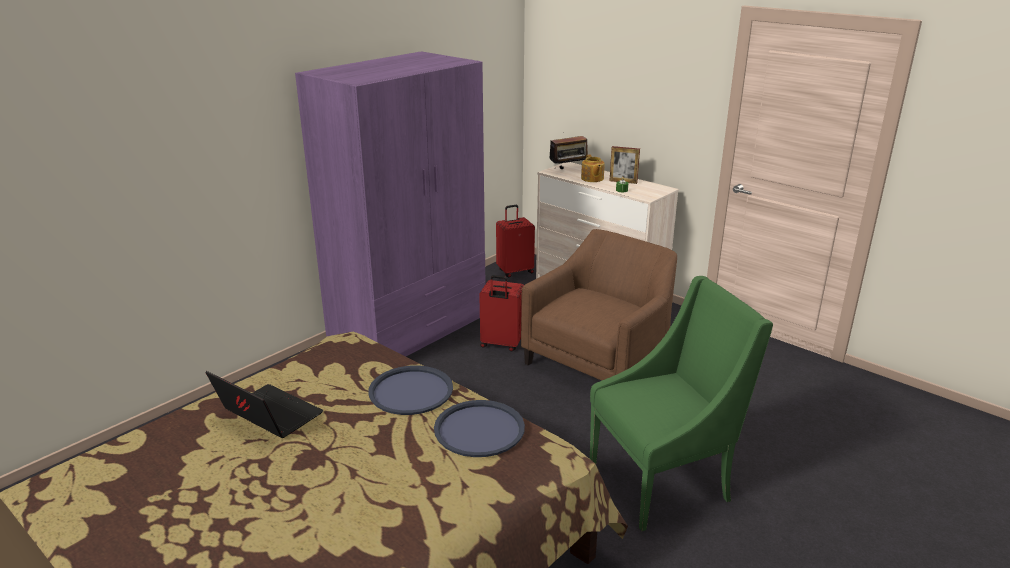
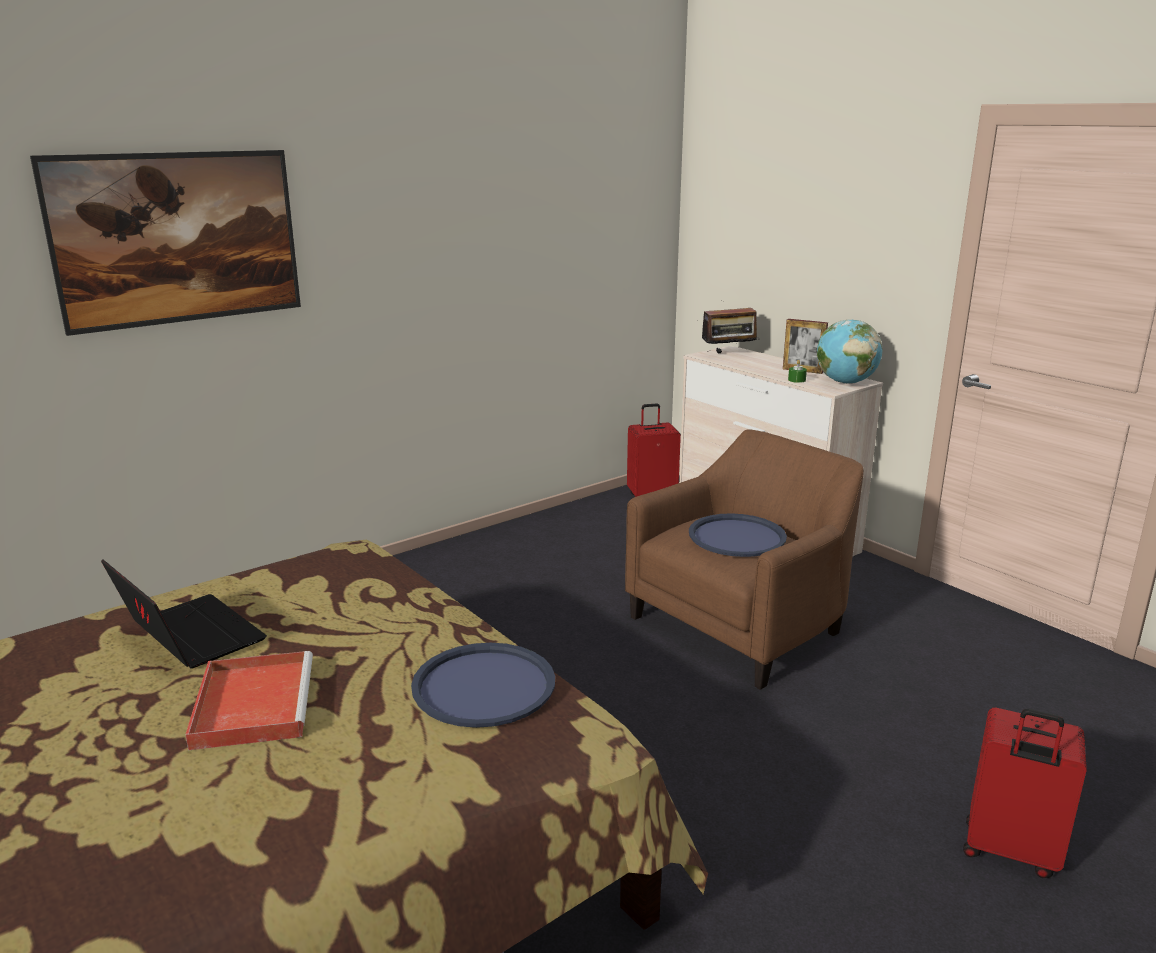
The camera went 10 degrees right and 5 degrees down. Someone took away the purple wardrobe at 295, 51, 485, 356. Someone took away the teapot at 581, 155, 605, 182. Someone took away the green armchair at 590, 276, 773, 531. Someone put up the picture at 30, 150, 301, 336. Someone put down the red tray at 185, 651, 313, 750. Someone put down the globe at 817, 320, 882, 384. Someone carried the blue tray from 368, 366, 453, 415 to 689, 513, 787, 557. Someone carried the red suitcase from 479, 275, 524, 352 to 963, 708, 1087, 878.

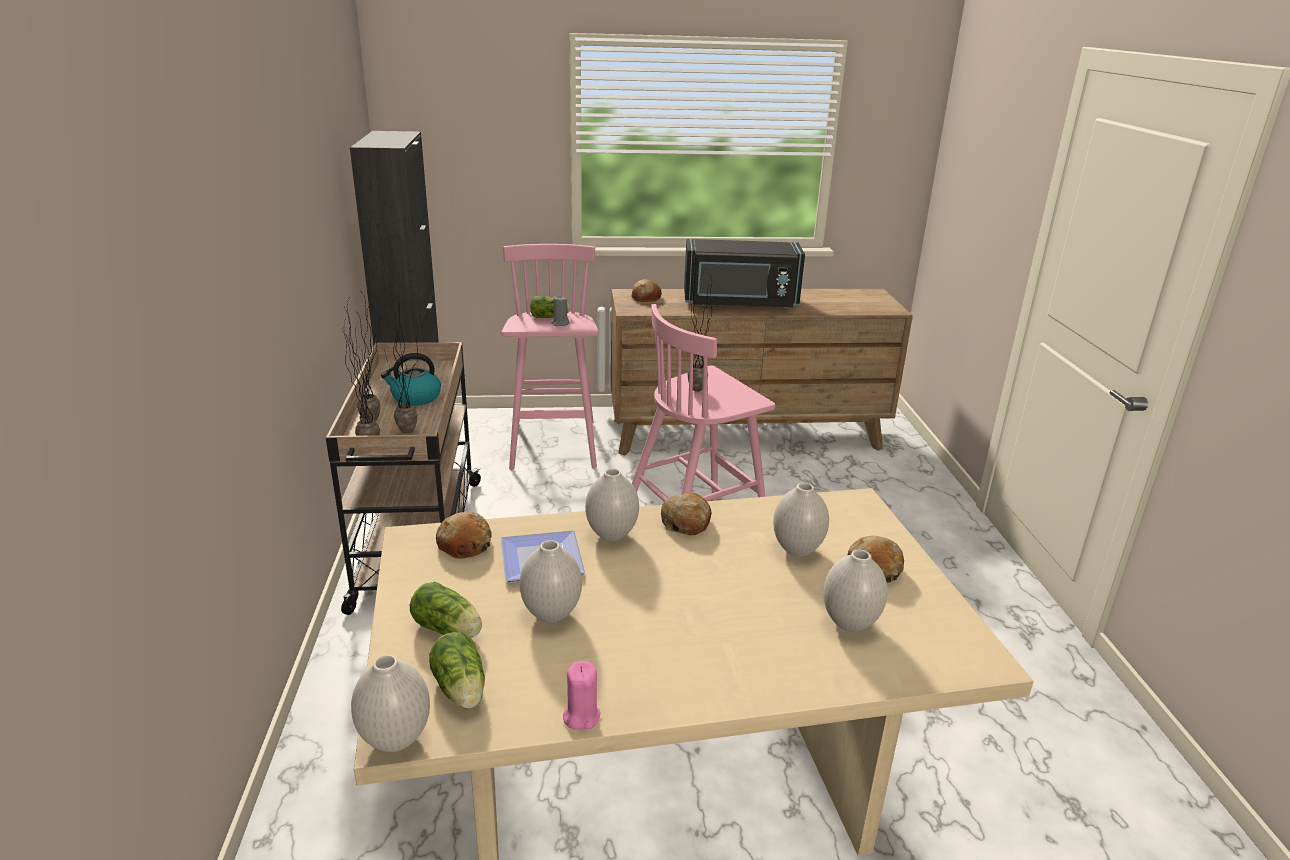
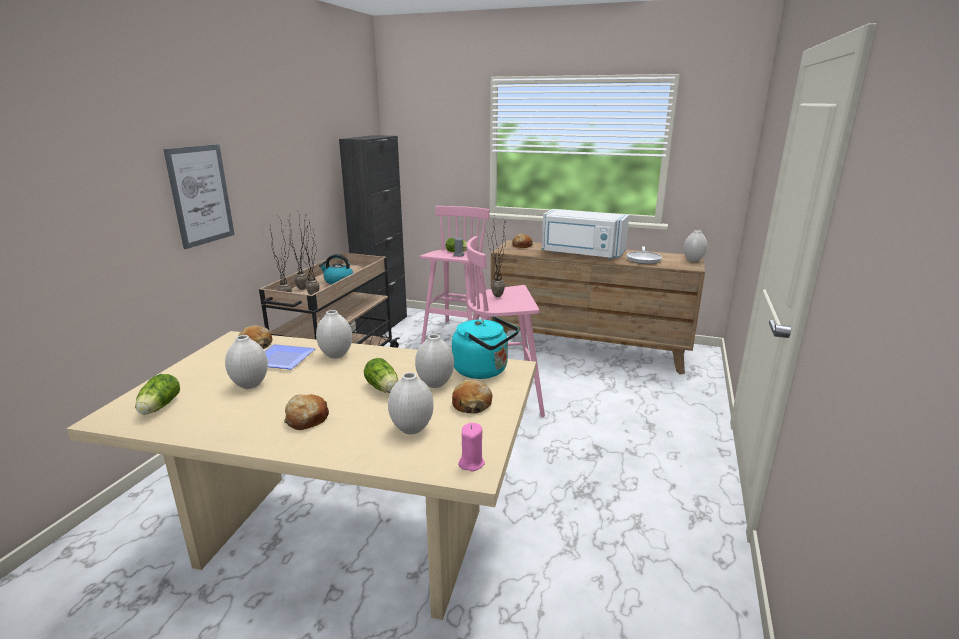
The camera went 25 degrees right and 5 degrees down. Someone put up the picture at 163, 144, 235, 249. Someone put down the turquoise kettle at 452, 316, 519, 379. Someone put down the frying pan at 627, 246, 662, 264. Someone carried the white vase from 351, 655, 430, 752 to 684, 230, 708, 262. Someone carried the lettuce from 410, 582, 482, 637 to 364, 358, 398, 393. Someone carried the pink candle from 563, 661, 601, 730 to 458, 423, 485, 471. Someone carried the bread from 661, 492, 711, 535 to 284, 394, 329, 430. Someone repainted the black microwave at 684, 239, 805, 308, which became the white microwave at 542, 209, 629, 259.

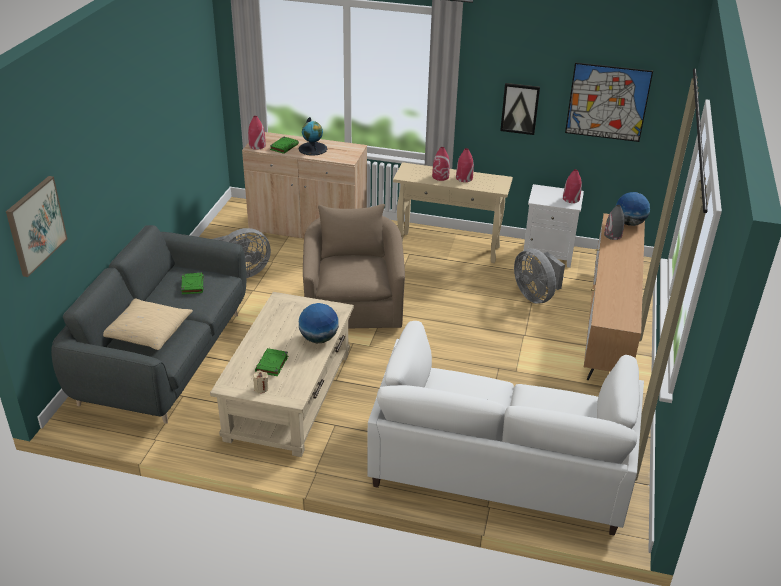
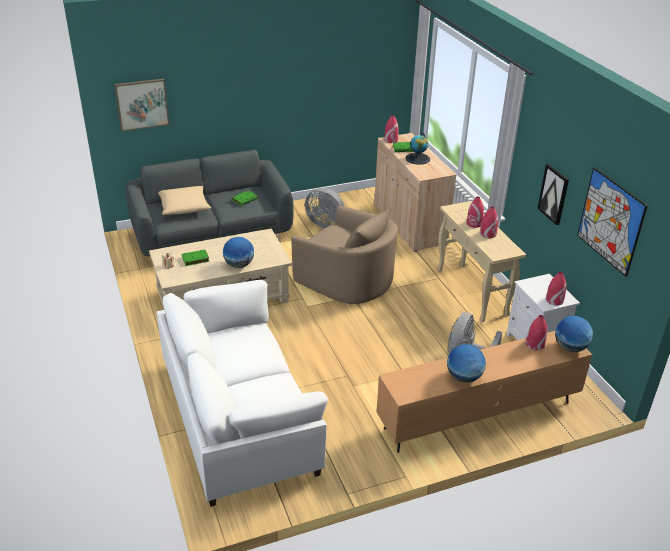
The camera went 55 degrees right and 0 degrees up. Someone put down the globe at 447, 344, 486, 383. Someone repainted the grey vase at 604, 205, 625, 240, which became the red vase at 526, 315, 547, 350. Someone rotated the beige armchair at 303, 204, 405, 328 by 75 degrees clockwise.

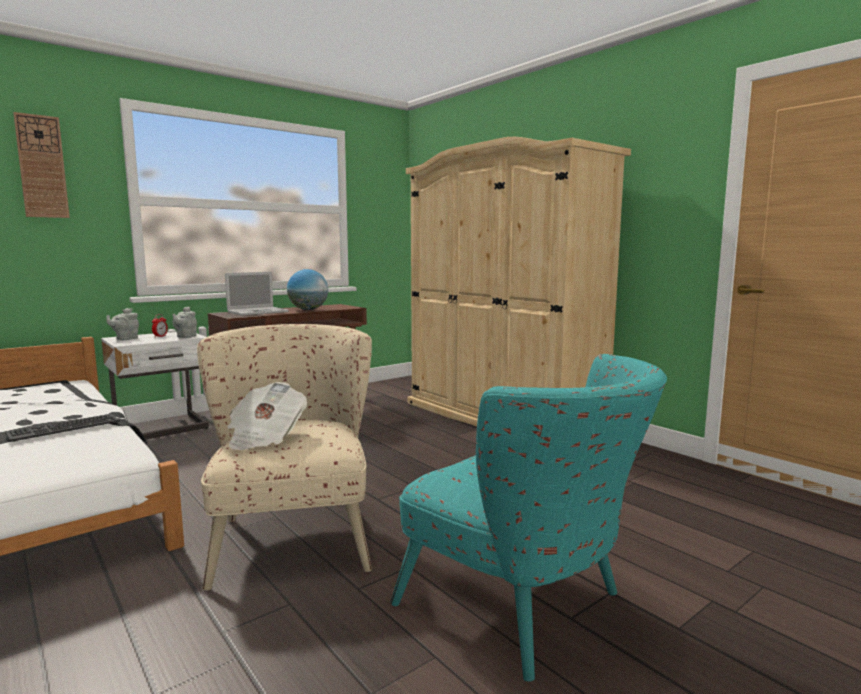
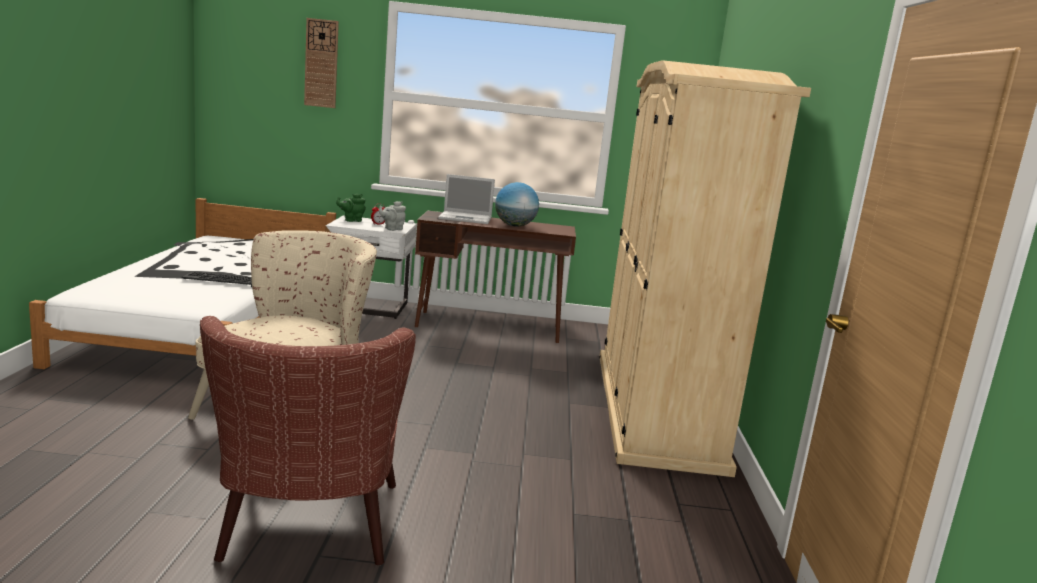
The camera went 40 degrees right and 5 degrees up. Someone took away the newspaper at 227, 382, 307, 450. Someone repainted the grey teapot at 106, 308, 139, 340, which became the green teapot at 336, 194, 366, 222. Someone repainted the turquoise armchair at 390, 354, 667, 682, which became the brown armchair at 200, 316, 416, 565.

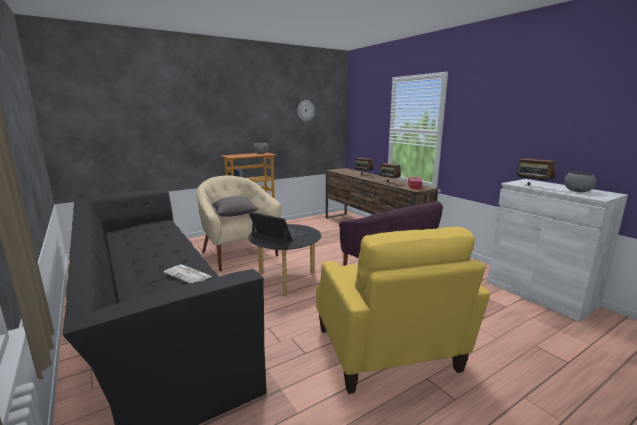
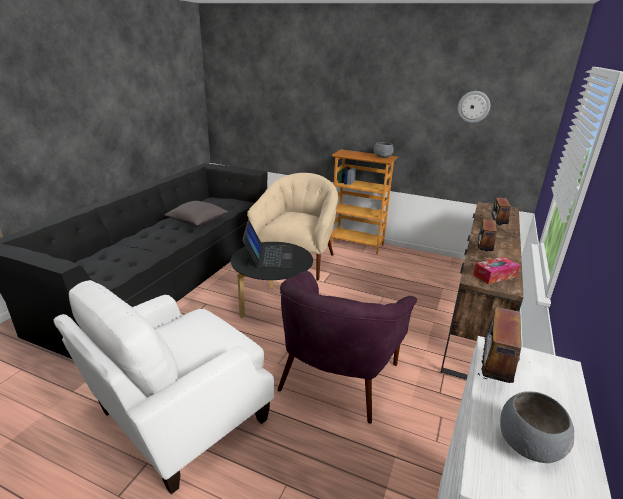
The camera went 55 degrees right and 10 degrees up. Someone took away the newspaper at 164, 265, 213, 283. Someone carried the grey pillow from 212, 196, 259, 217 to 165, 201, 228, 226. Someone repainted the yellow armchair at 316, 227, 490, 394, which became the white armchair at 53, 280, 274, 494.

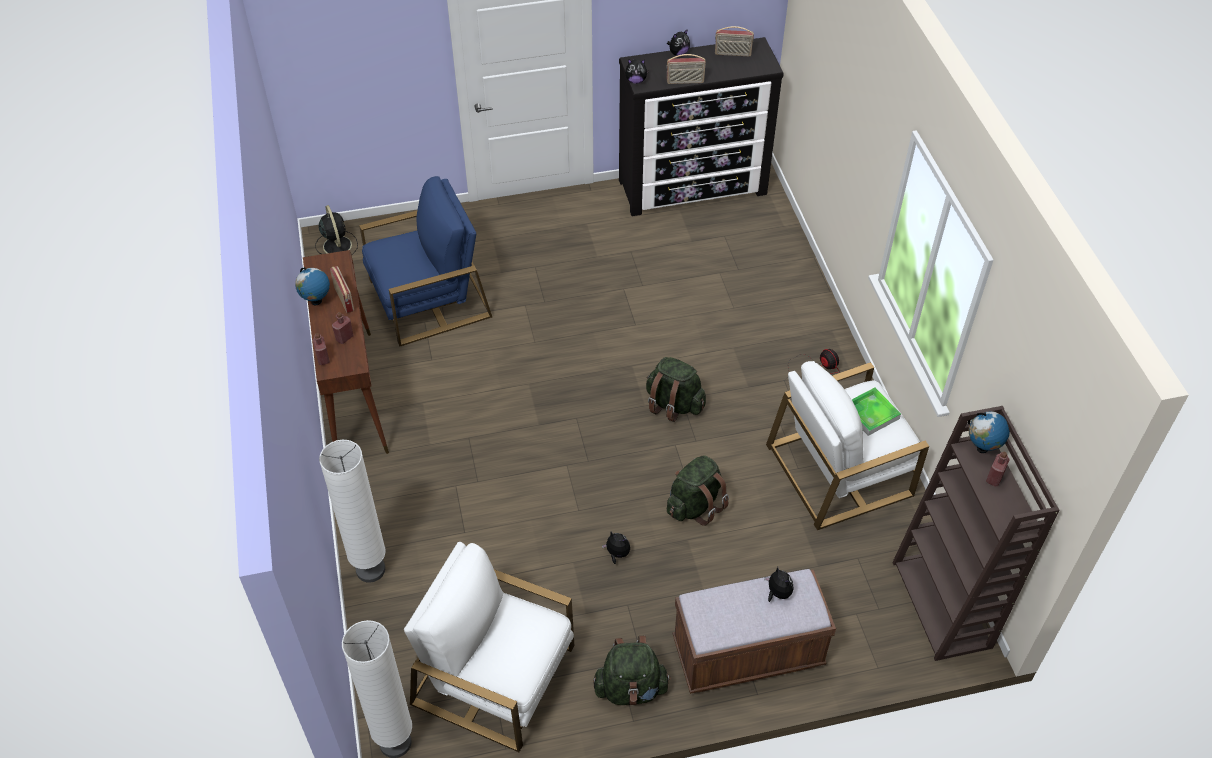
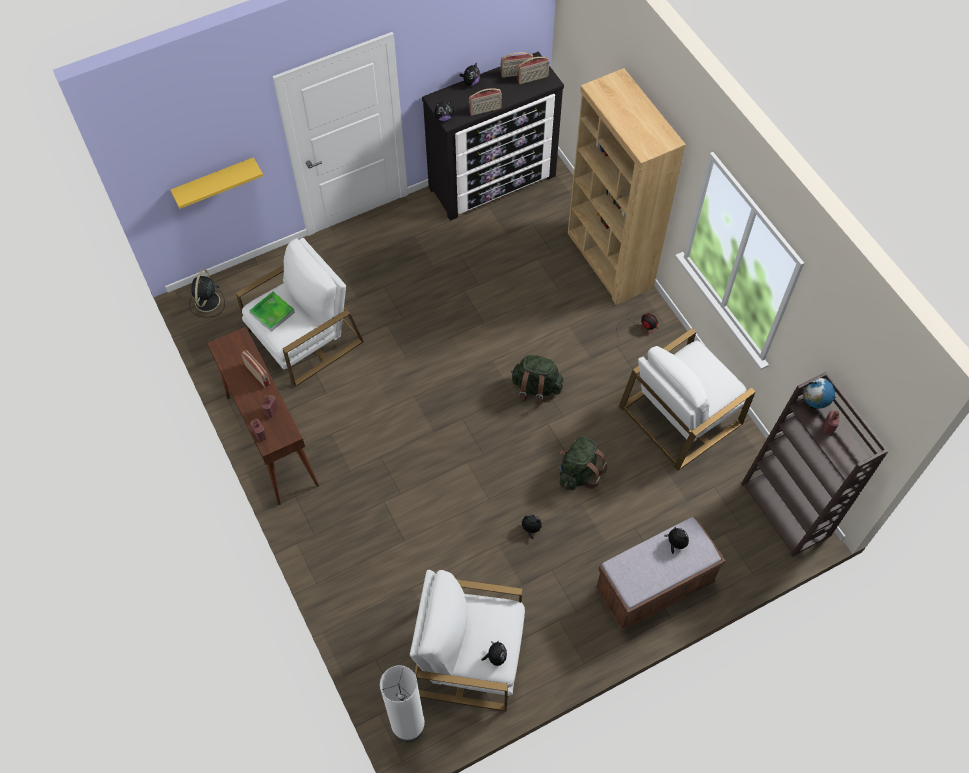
The camera went 15 degrees left and 10 degrees up. Someone took away the globe at 295, 267, 330, 305. Someone took away the white floor lamp at 319, 440, 386, 583. Someone took away the green backpack at 593, 636, 671, 705. Someone put up the yellow shelf at 170, 157, 263, 209. Someone put down the plush toy at 482, 641, 507, 666. Someone put down the radio at 517, 57, 549, 84. Someone put down the brown bookcase at 568, 68, 686, 305. Someone carried the tray from 852, 388, 901, 436 to 249, 292, 295, 332. Someone repainted the blue armchair at 359, 176, 492, 346, which became the white armchair at 236, 238, 364, 387. Someone rotated the black fan at 315, 205, 358, 255 by 135 degrees counterclockwise.

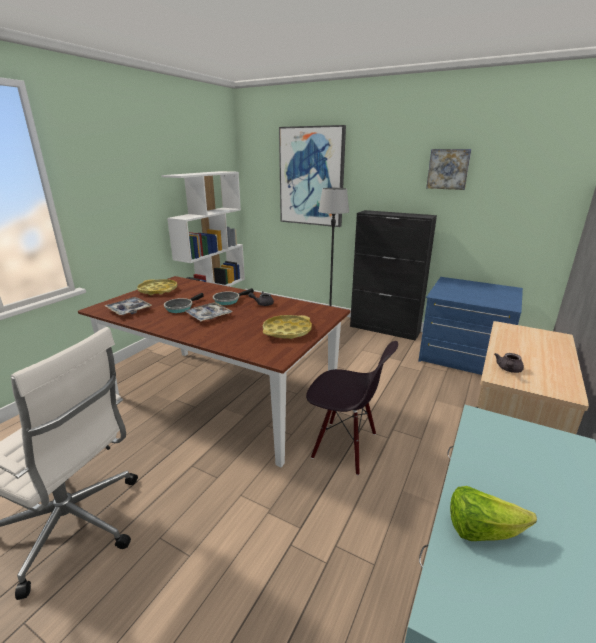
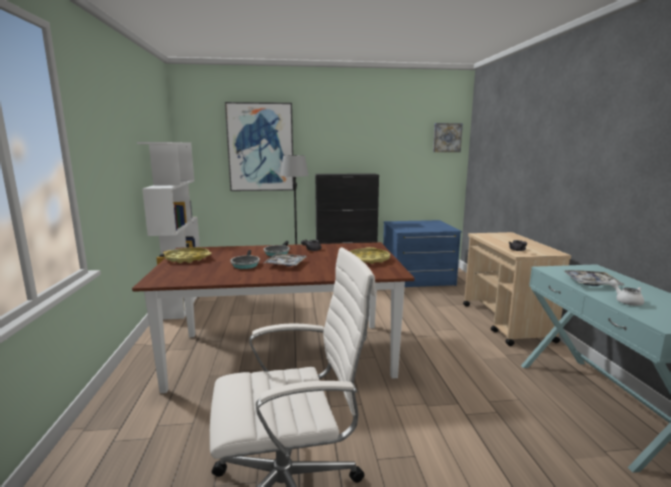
The camera went 35 degrees left and 10 degrees down. Someone took away the black chair at 306, 341, 398, 476. Someone carried the tray from 105, 297, 152, 315 to 564, 270, 625, 286. Someone carried the picture from 426, 149, 471, 190 to 433, 123, 463, 152. Someone swapped the lettuce at 450, 486, 537, 541 for the white teapot at 609, 279, 644, 306.

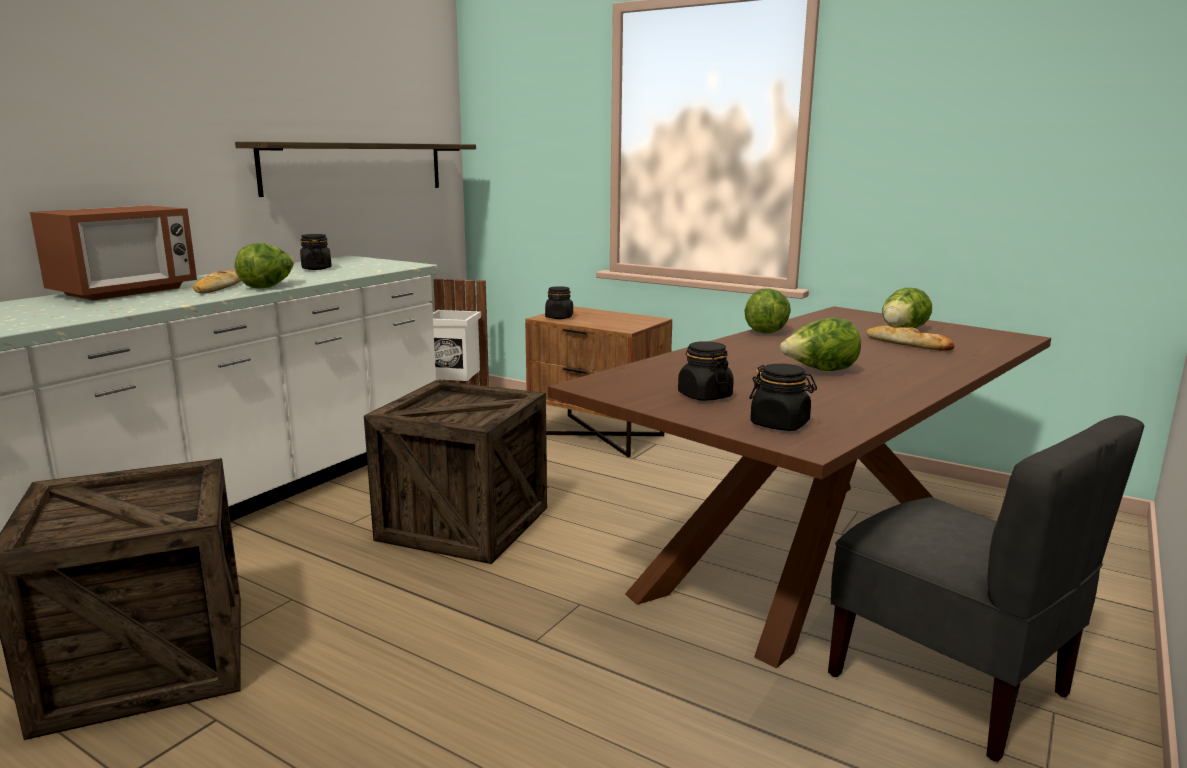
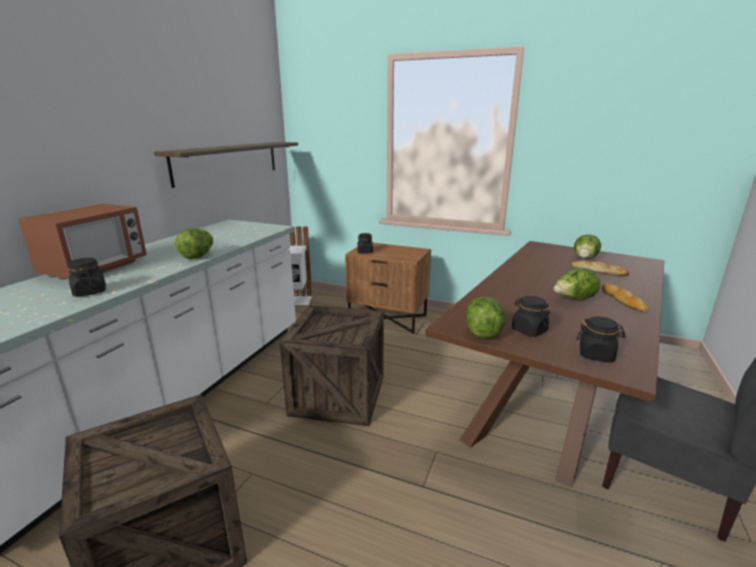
The camera went 10 degrees left and 5 degrees up. Someone carried the bread from 193, 270, 241, 293 to 602, 283, 648, 312. Someone carried the black jar from 300, 234, 332, 270 to 68, 258, 106, 296. Someone carried the lettuce from 744, 288, 791, 334 to 466, 297, 506, 338.

